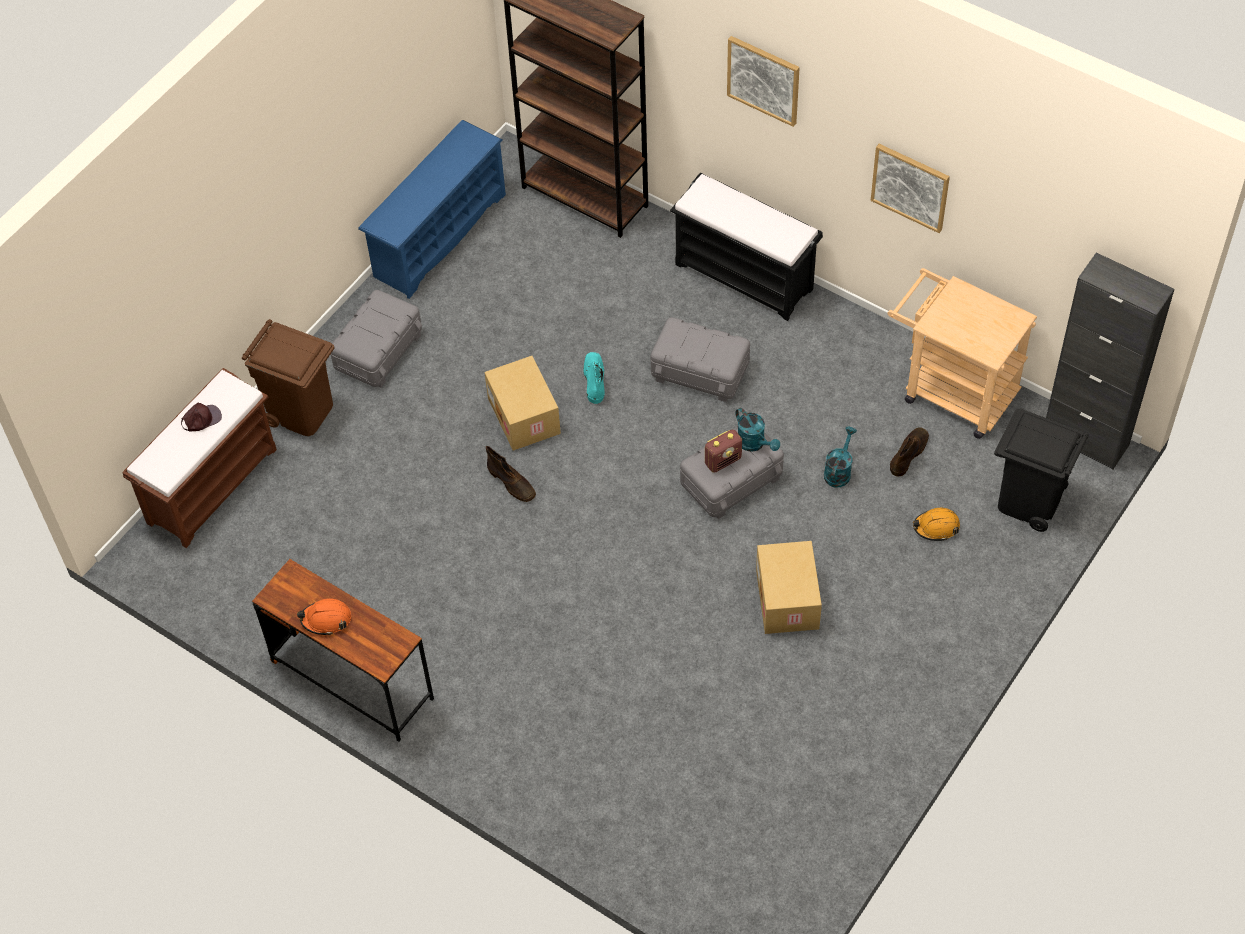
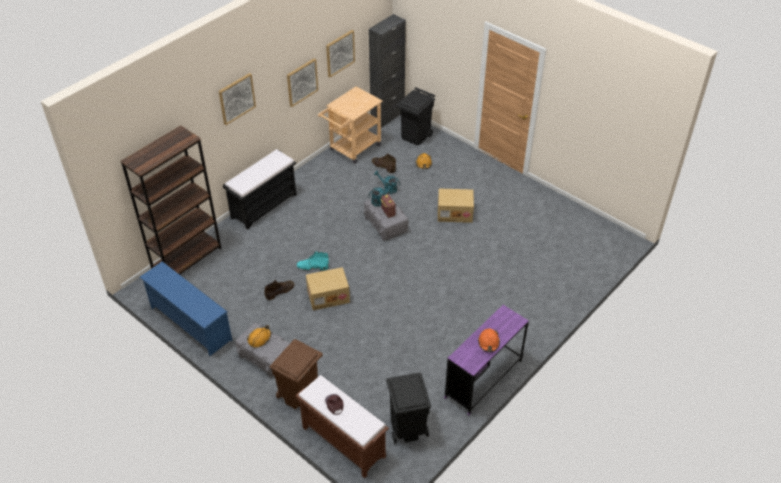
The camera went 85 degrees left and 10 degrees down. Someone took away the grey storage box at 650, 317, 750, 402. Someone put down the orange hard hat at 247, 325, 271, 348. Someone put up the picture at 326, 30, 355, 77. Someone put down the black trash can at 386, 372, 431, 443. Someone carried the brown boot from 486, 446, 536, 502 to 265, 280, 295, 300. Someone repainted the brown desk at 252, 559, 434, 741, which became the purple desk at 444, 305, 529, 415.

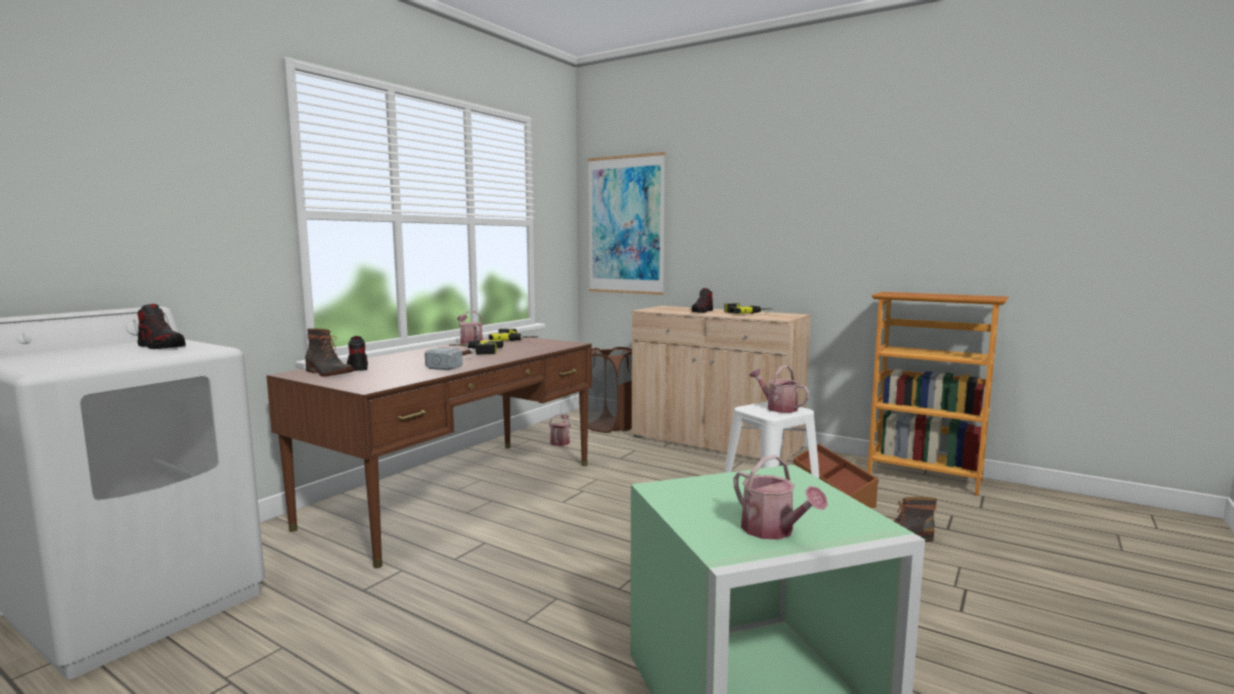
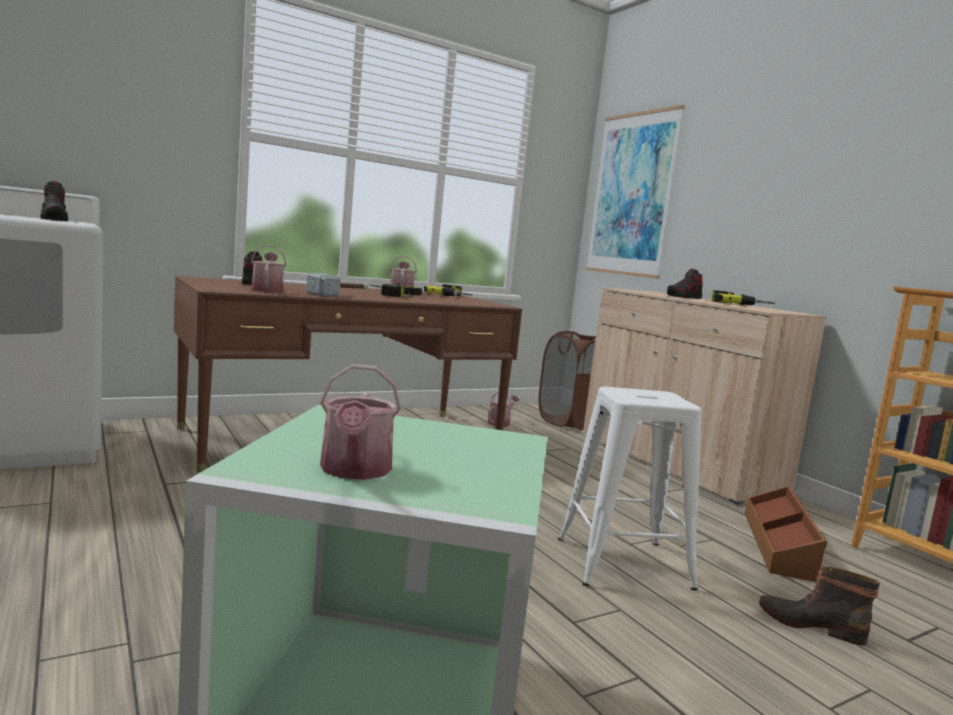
The camera went 25 degrees right and 0 degrees up. Someone took away the boot at 305, 328, 354, 377. Someone carried the watering can from 749, 365, 809, 413 to 251, 245, 287, 293.

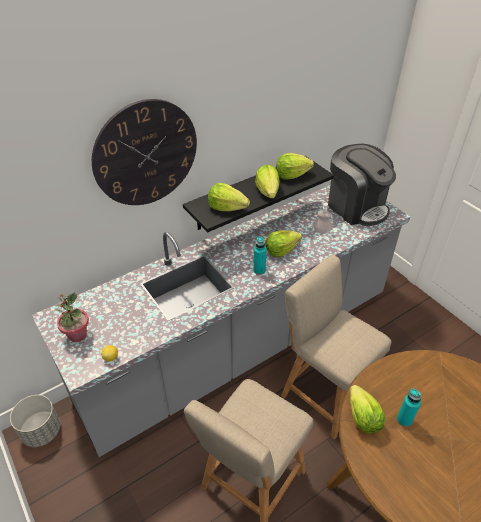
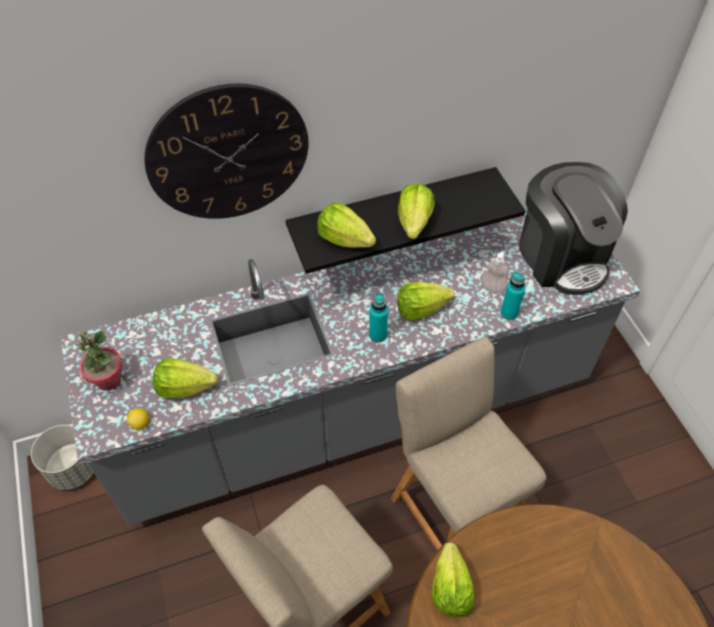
The camera went 15 degrees right and 10 degrees up. Someone carried the lettuce from 276, 153, 314, 180 to 153, 358, 218, 398. Someone carried the turquoise bottle from 397, 388, 421, 427 to 500, 271, 525, 320.

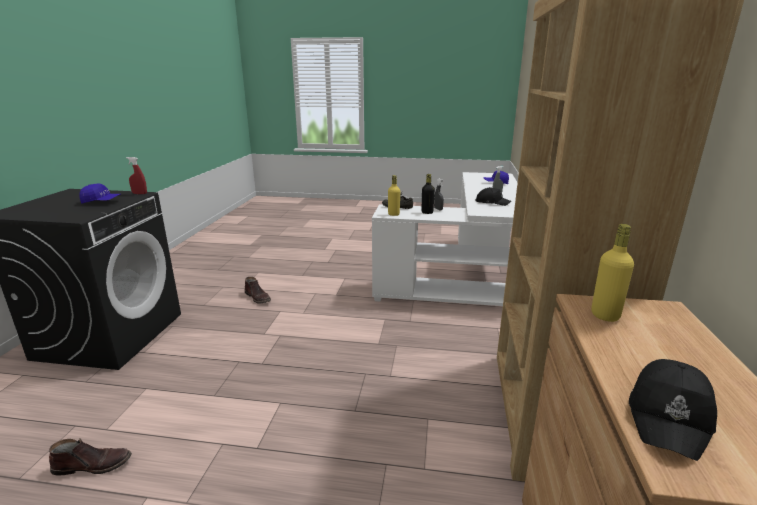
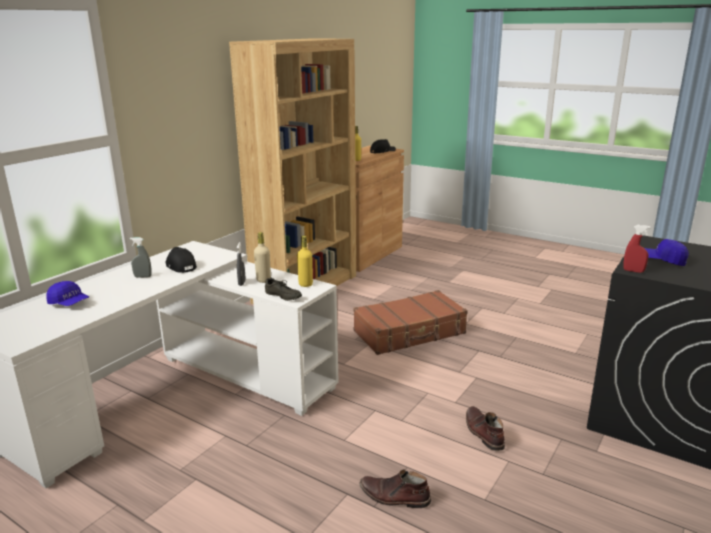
The camera went 155 degrees left and 0 degrees up. Someone put down the brown suitcase at 353, 290, 468, 355. Someone carried the brown boot from 49, 438, 132, 475 to 360, 469, 431, 508. Someone repainted the black bottle at 421, 174, 435, 214, which became the beige bottle at 254, 232, 271, 283.

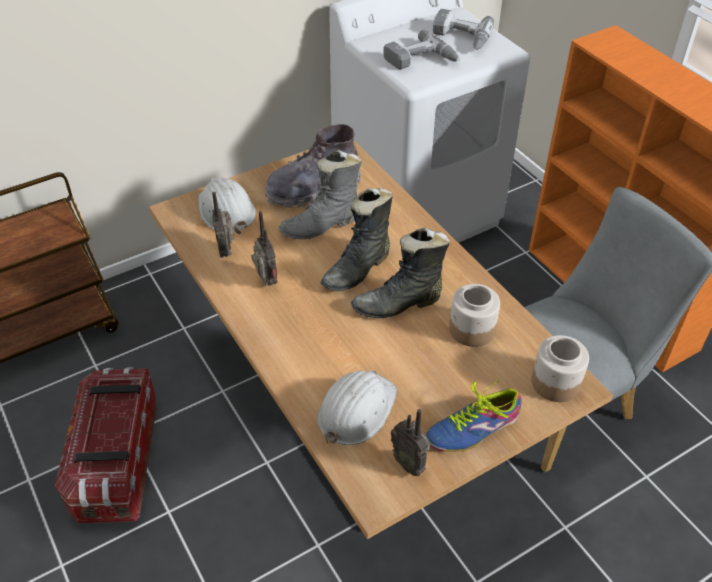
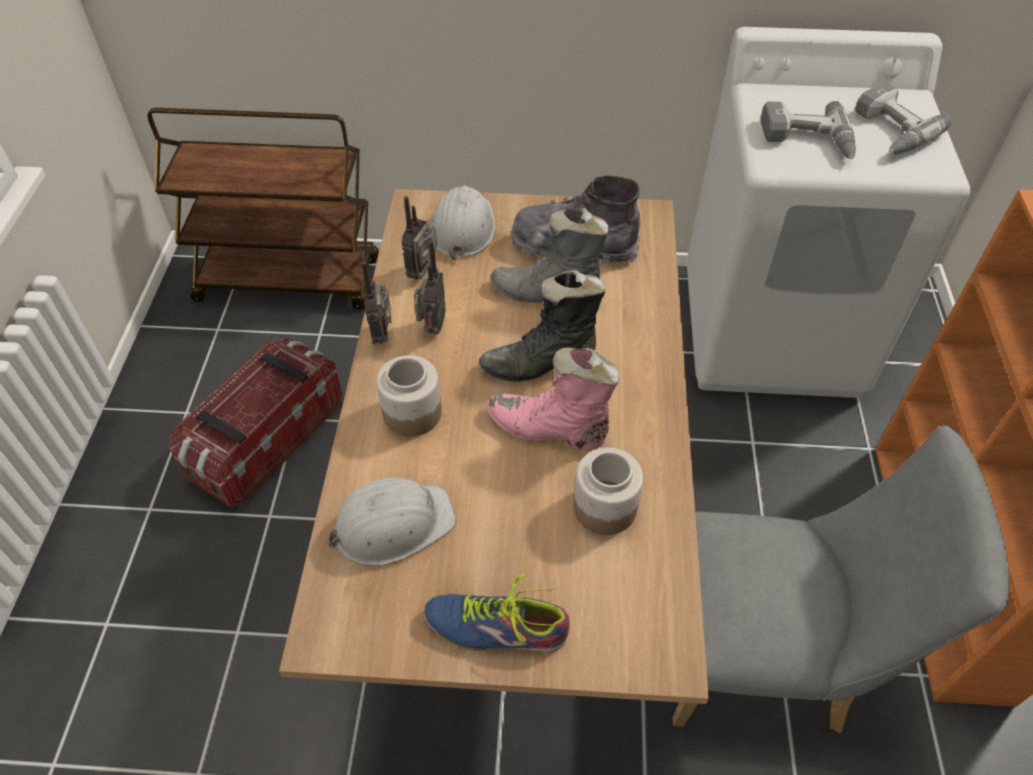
The camera went 35 degrees right and 5 degrees up. Someone carried the radio from 391, 409, 430, 476 to 362, 261, 392, 345. Someone carried the jar from 532, 335, 589, 402 to 376, 355, 442, 436. Someone repainted the black boot at 351, 227, 450, 318, which became the pink boot at 487, 348, 620, 450.

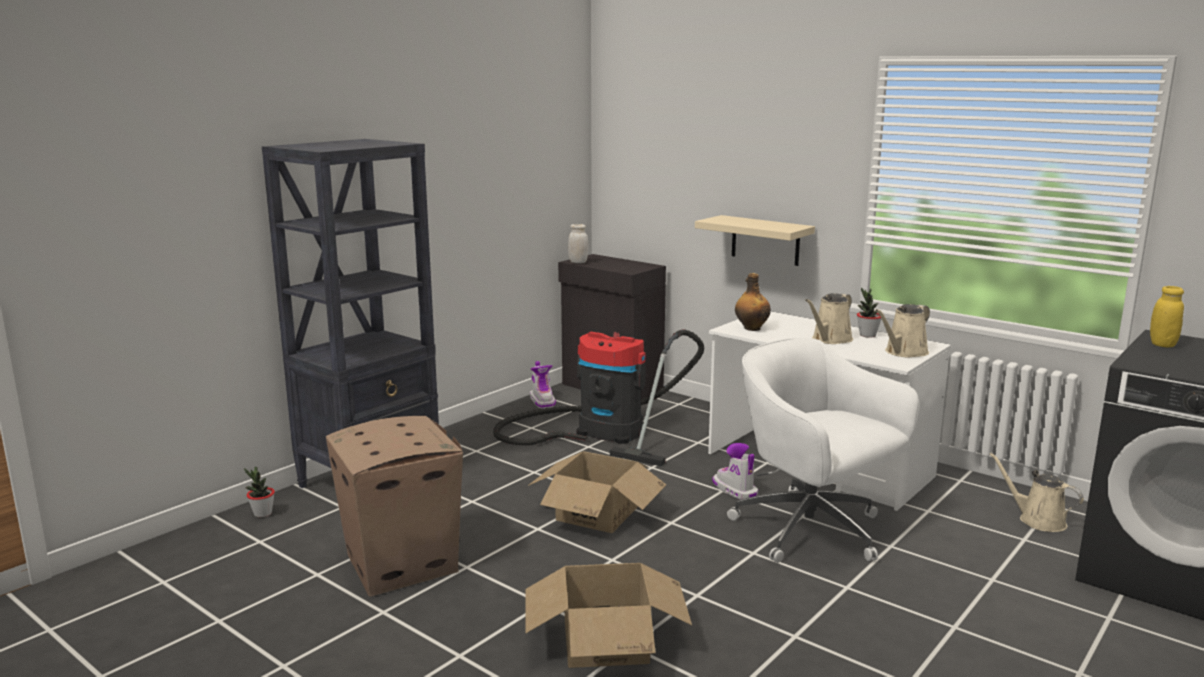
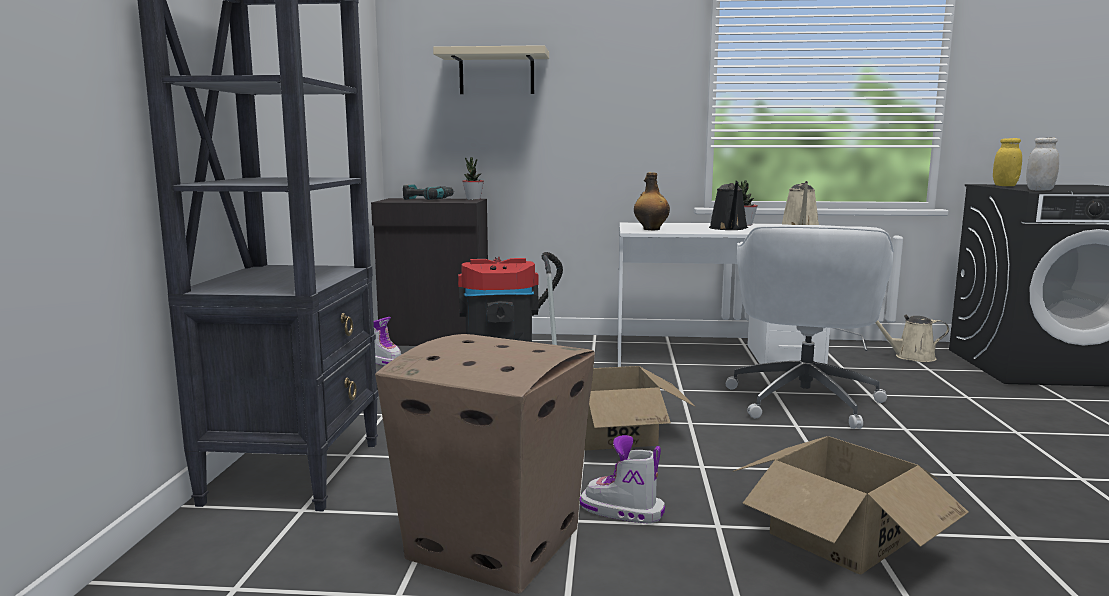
The camera went 35 degrees left and 5 degrees down. Someone put down the power drill at 403, 185, 454, 200. Someone carried the potted plant from 244, 467, 275, 518 to 462, 157, 484, 200. Someone carried the white jar from 568, 224, 588, 263 to 1026, 137, 1059, 190. Someone carried the beige shelf from 695, 215, 815, 266 to 433, 45, 549, 94. Someone carried the boot from 712, 443, 758, 500 to 580, 435, 665, 523. Someone repainted the beige watering can at 805, 293, 853, 344, which became the black watering can at 709, 181, 748, 230. Someone rotated the white office chair at 727, 338, 919, 563 by 90 degrees counterclockwise.

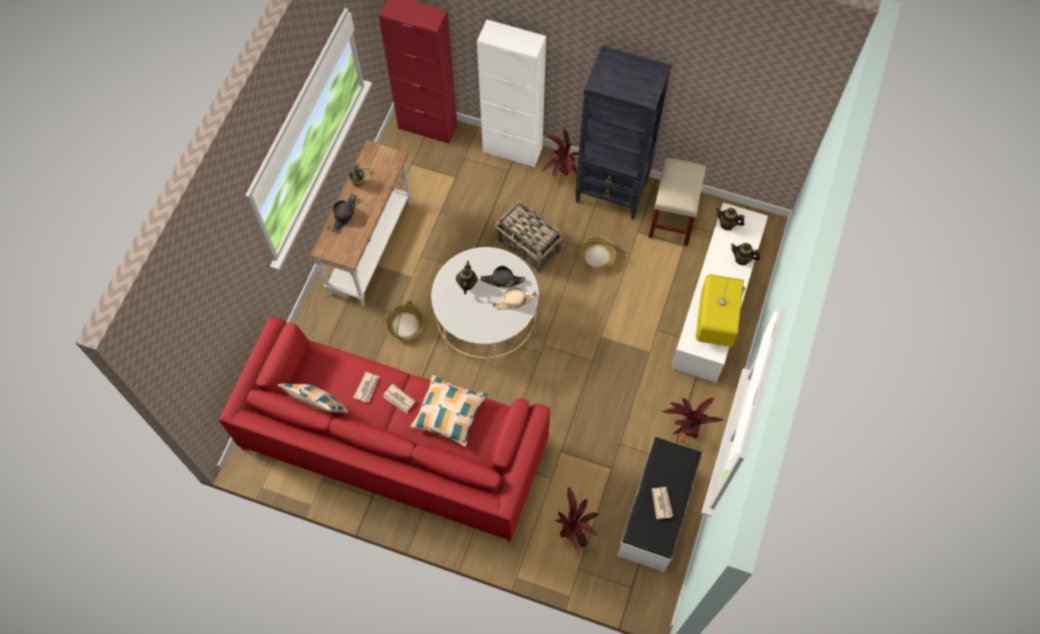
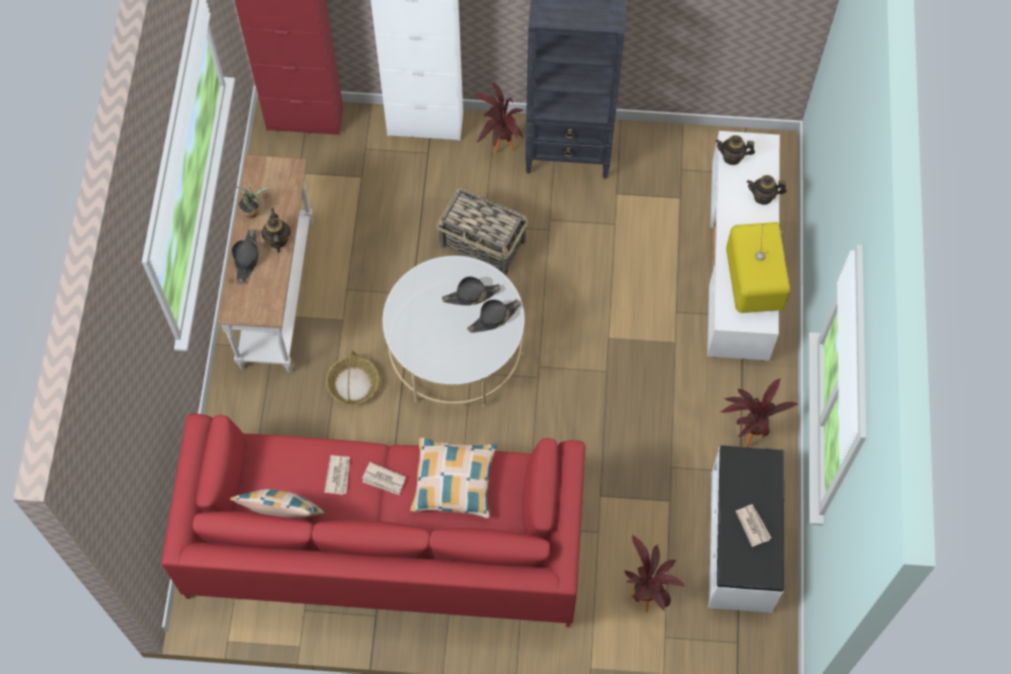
The camera went 15 degrees left and 0 degrees up. Someone took away the basket at 579, 236, 617, 270. Someone took away the beige stool at 648, 158, 706, 246. Someone carried the teapot from 456, 261, 478, 294 to 261, 208, 291, 253. Someone repainted the beige hat at 493, 287, 537, 309, which became the black hat at 467, 299, 521, 333.

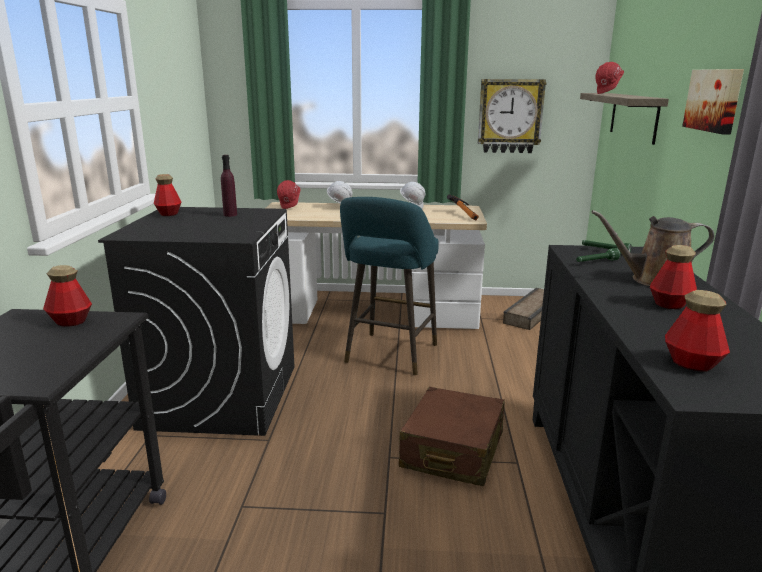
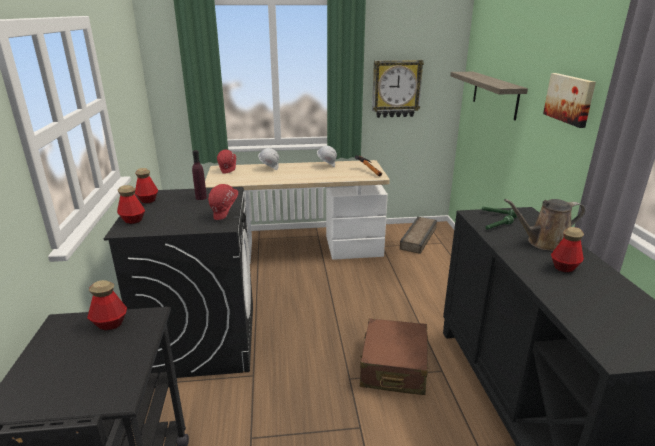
The camera went 10 degrees left and 5 degrees up. Someone took away the turquoise stool at 340, 197, 439, 375. Someone carried the red hard hat from 596, 62, 624, 94 to 208, 184, 238, 220. Someone carried the bottle from 665, 290, 730, 372 to 117, 185, 145, 224.

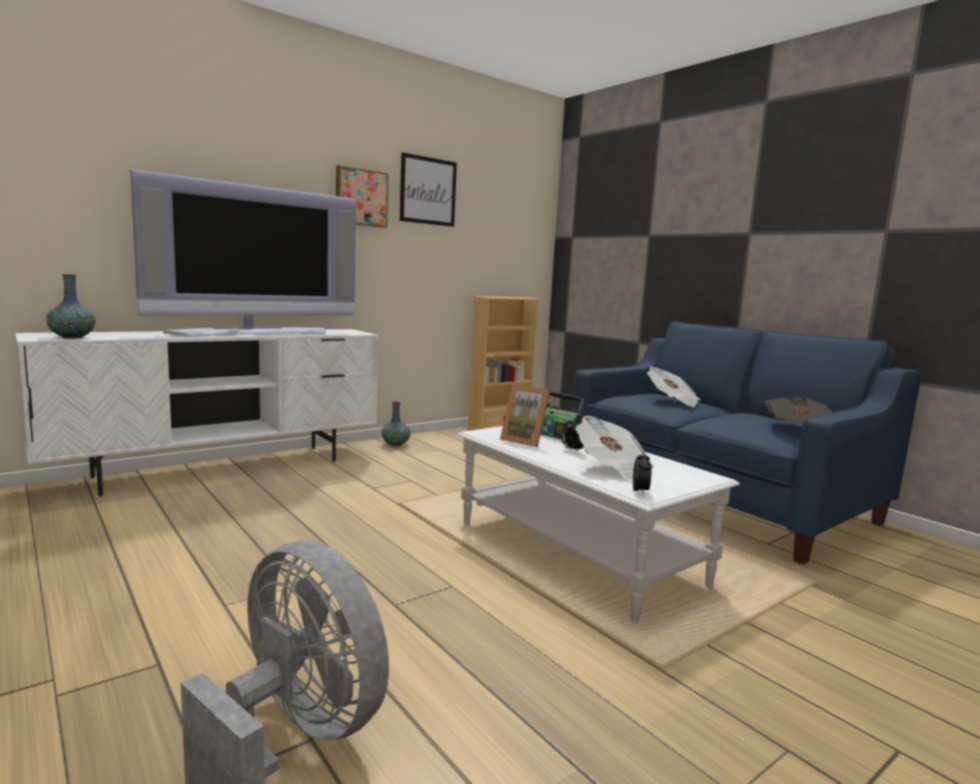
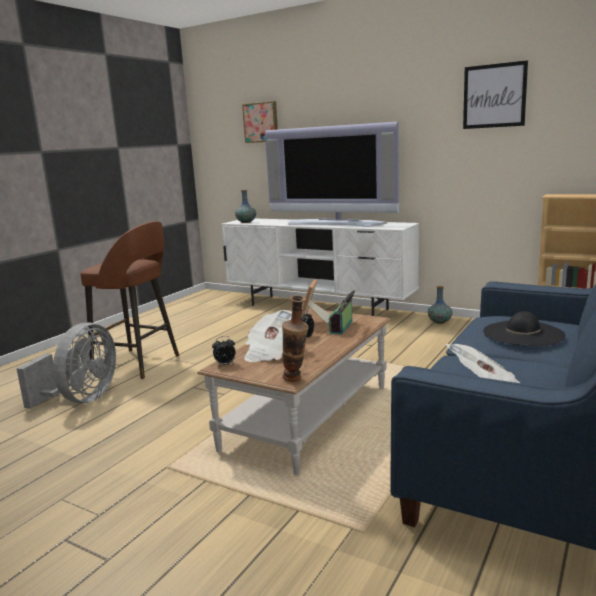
The camera went 70 degrees right and 5 degrees up. Someone put down the brown stool at 80, 221, 179, 379. Someone put down the vase at 282, 295, 309, 382. Someone carried the picture from 336, 165, 389, 228 to 242, 101, 278, 143. Someone swapped the newspaper at 647, 366, 700, 407 for the black hat at 483, 311, 565, 346. Someone repainted the white coffee table at 457, 426, 740, 622, which became the brown coffee table at 197, 309, 391, 475.

